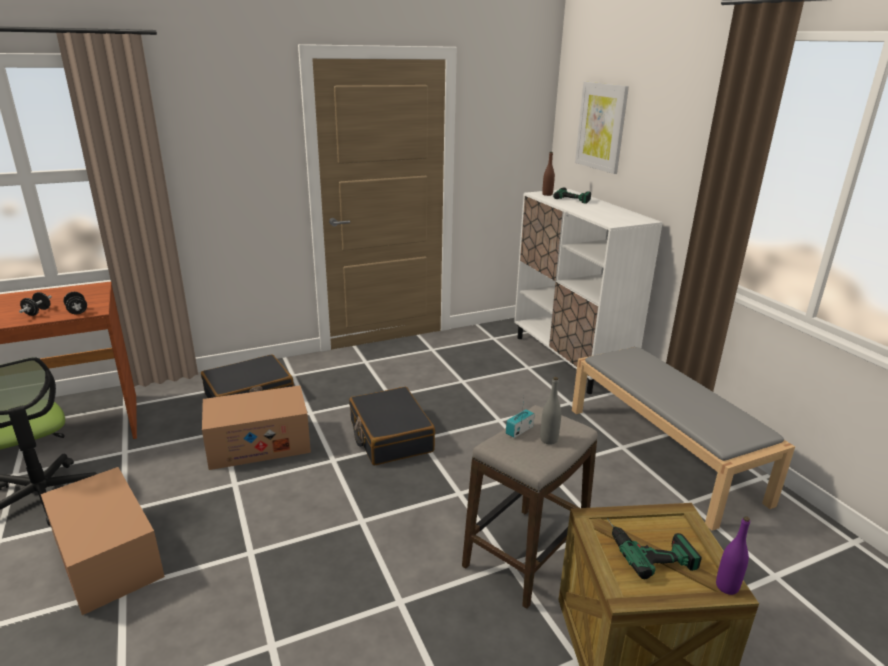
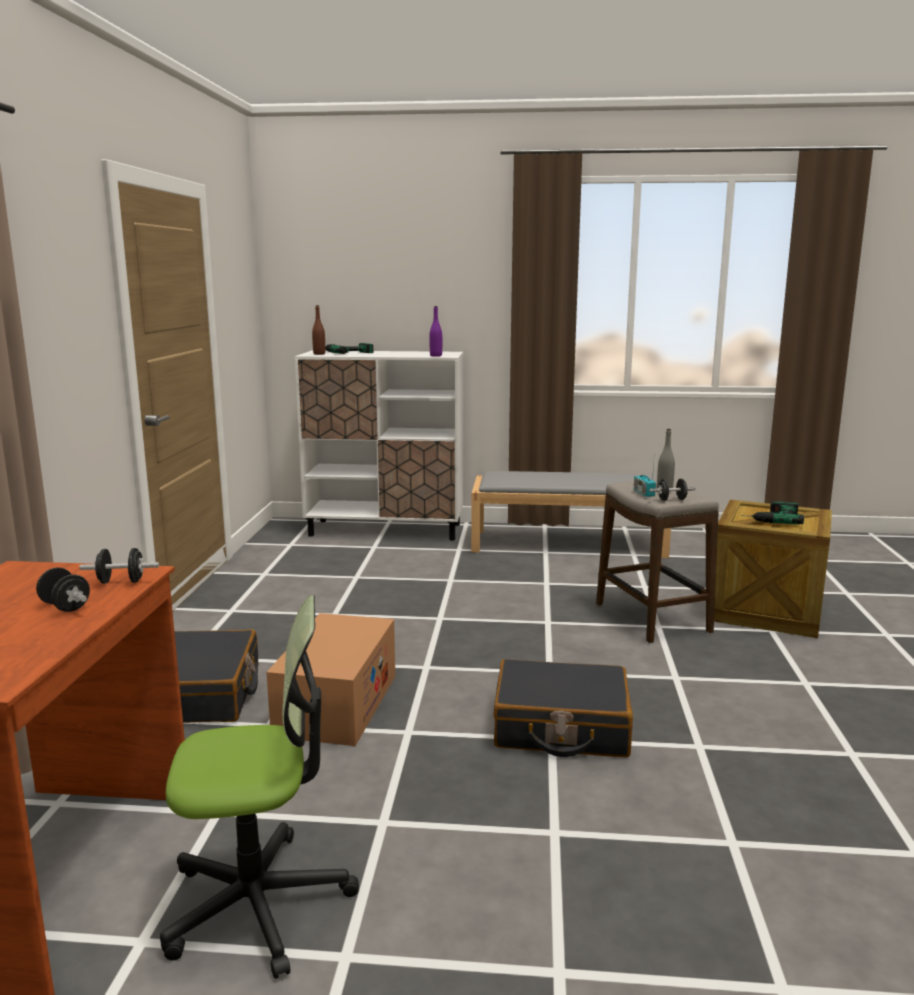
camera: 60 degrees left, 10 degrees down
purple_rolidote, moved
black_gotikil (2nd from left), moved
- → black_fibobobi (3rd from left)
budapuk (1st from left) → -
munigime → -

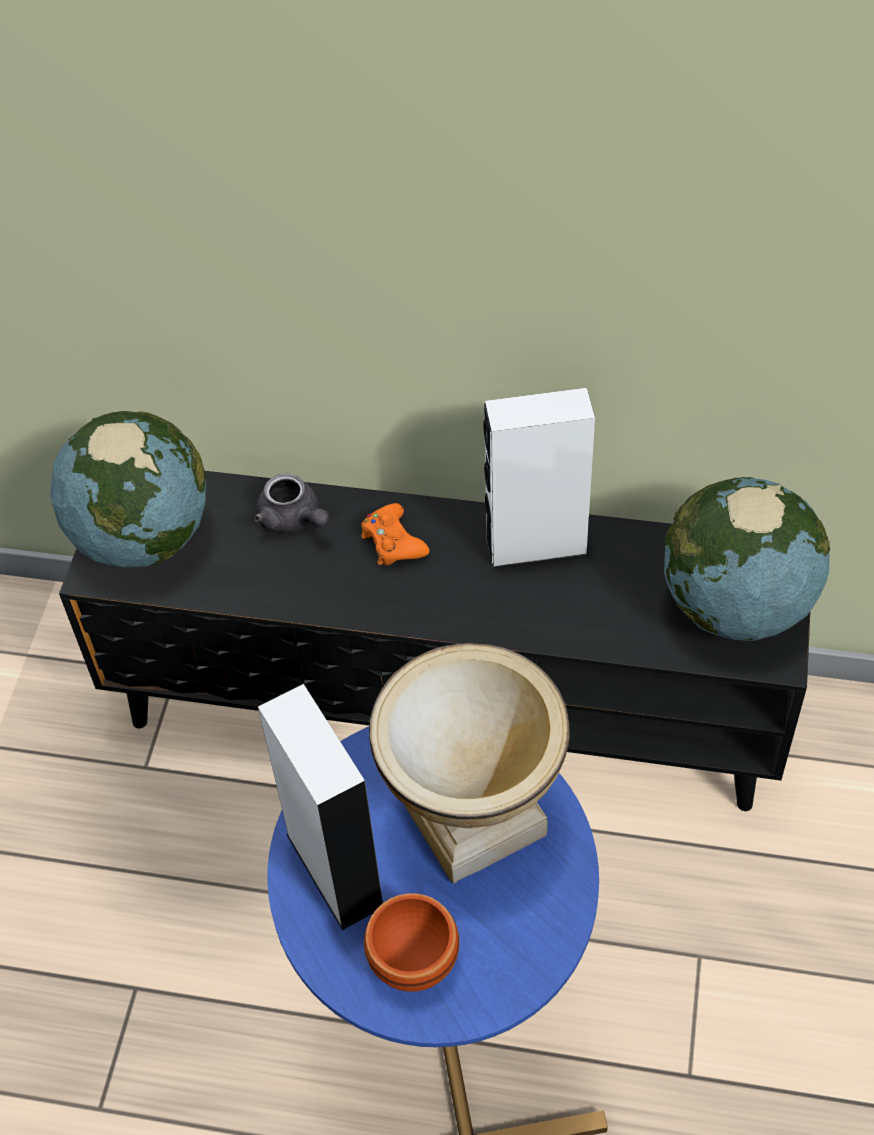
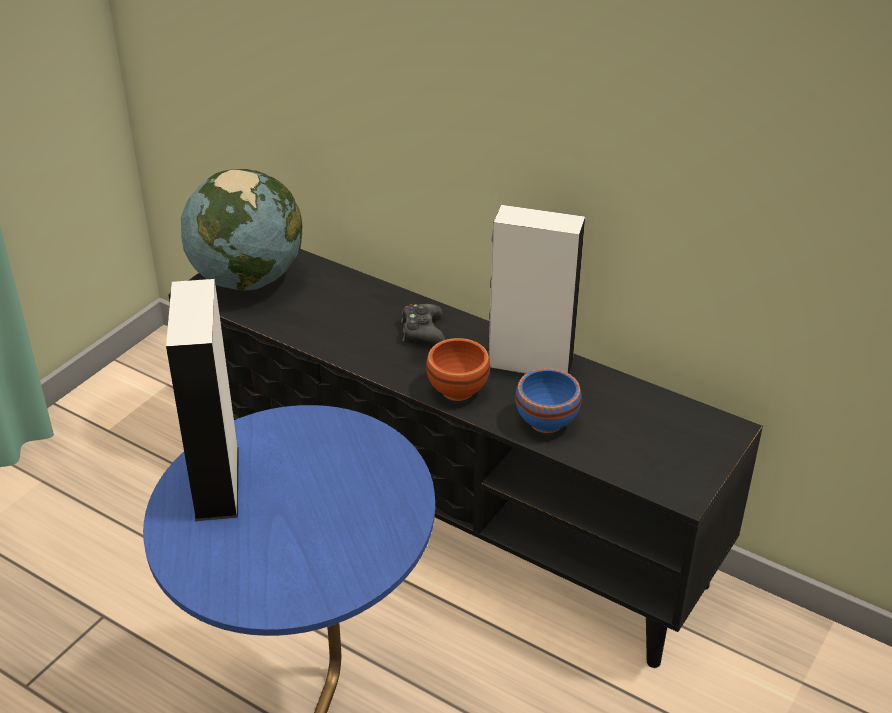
camera: 20 degrees right, 15 degrees down
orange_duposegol → black_duposegol
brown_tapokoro, moved
- → blue_tapokoro
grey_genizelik → -
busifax → -
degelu (2nd from left) → -

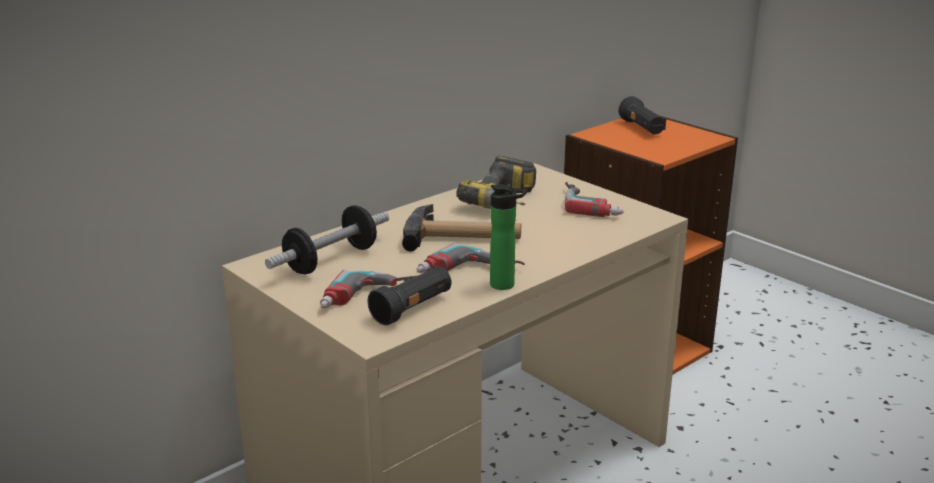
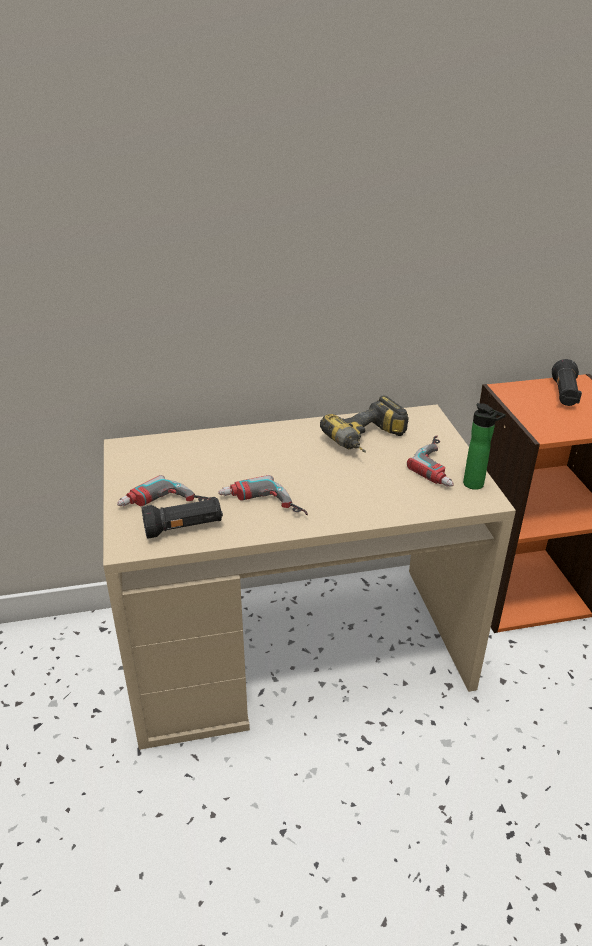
camera: 30 degrees right, 10 degrees up
rolidote, moved
fibobobi → -
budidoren → -

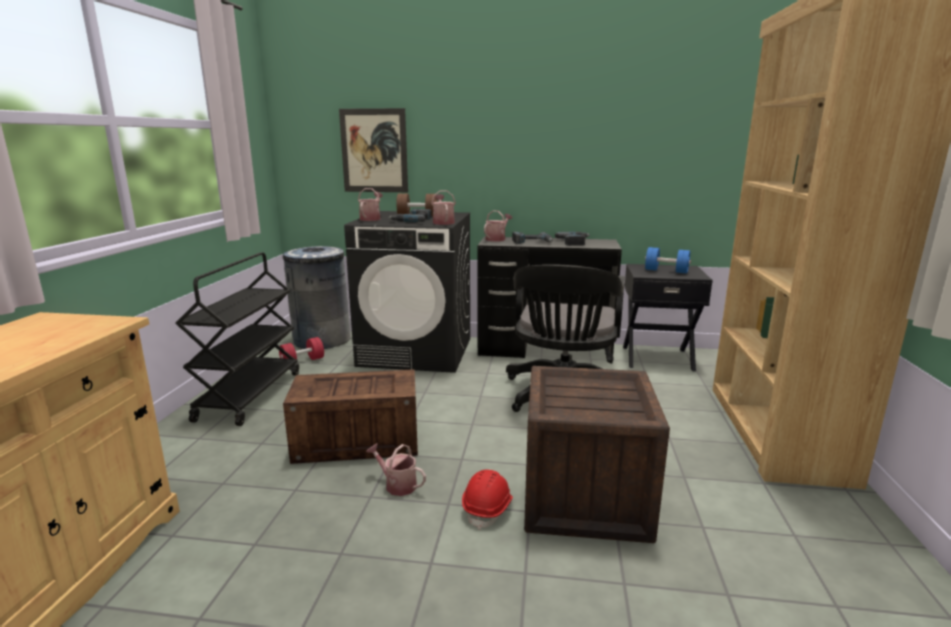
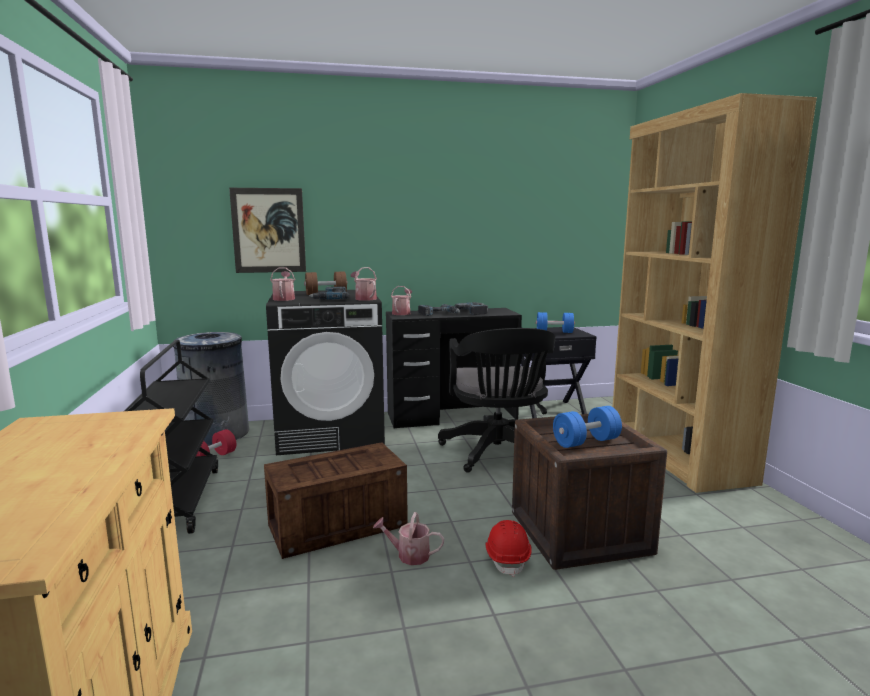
camera: 20 degrees left, 5 degrees down
- → blue_fibobobi (2nd from left)

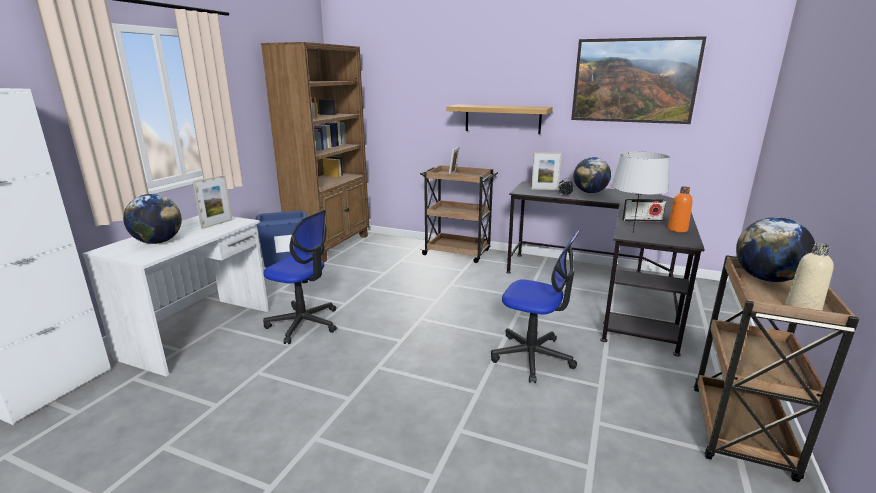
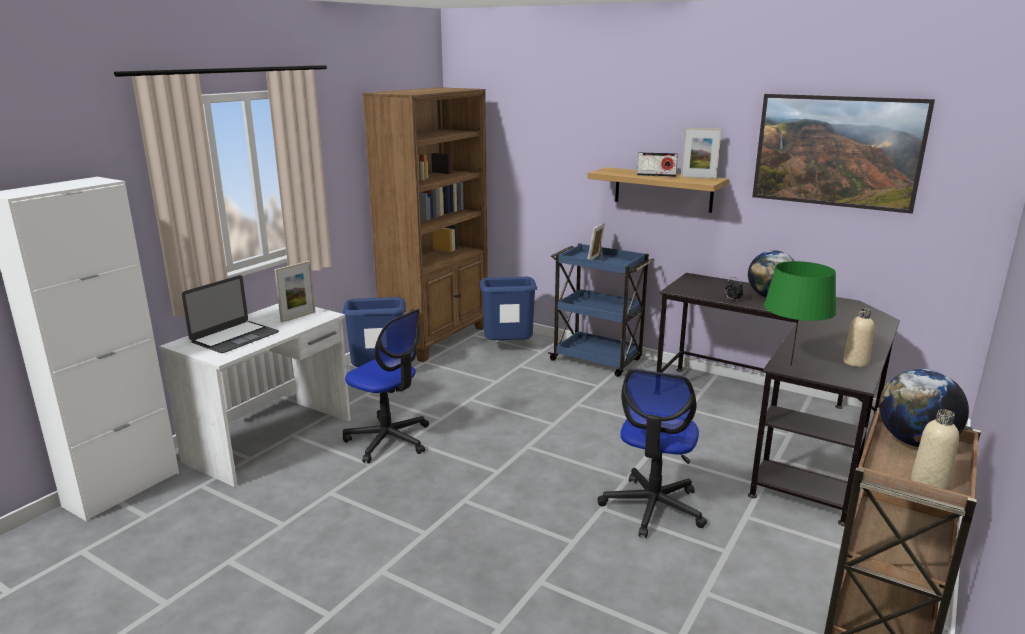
camera: 10 degrees right, 0 degrees up
degelu (1st from left) → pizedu
- → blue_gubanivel (2nd from left)
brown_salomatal (1st from left) → blue_salomatal
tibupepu (2nd from left), 75 degrees clockwise
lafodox, moved
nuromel (3rd from left), moved
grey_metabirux → green_metabirux
orange_rolidote → beige_rolidote (1st from left)

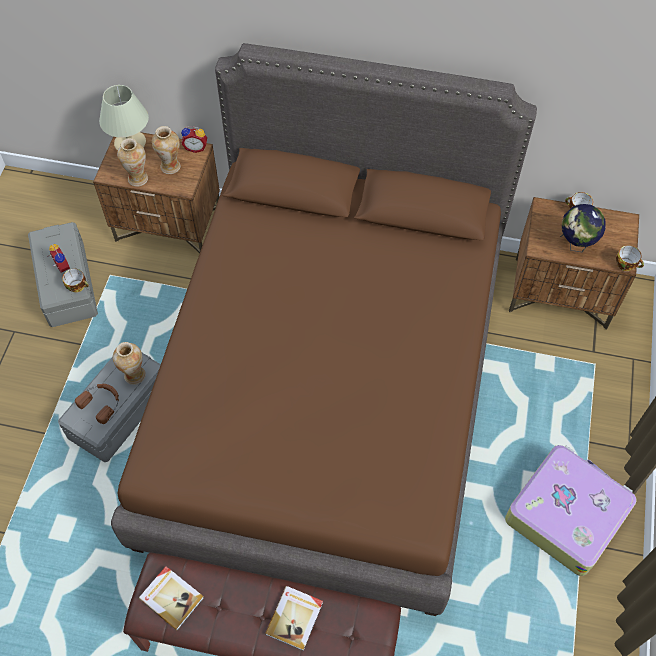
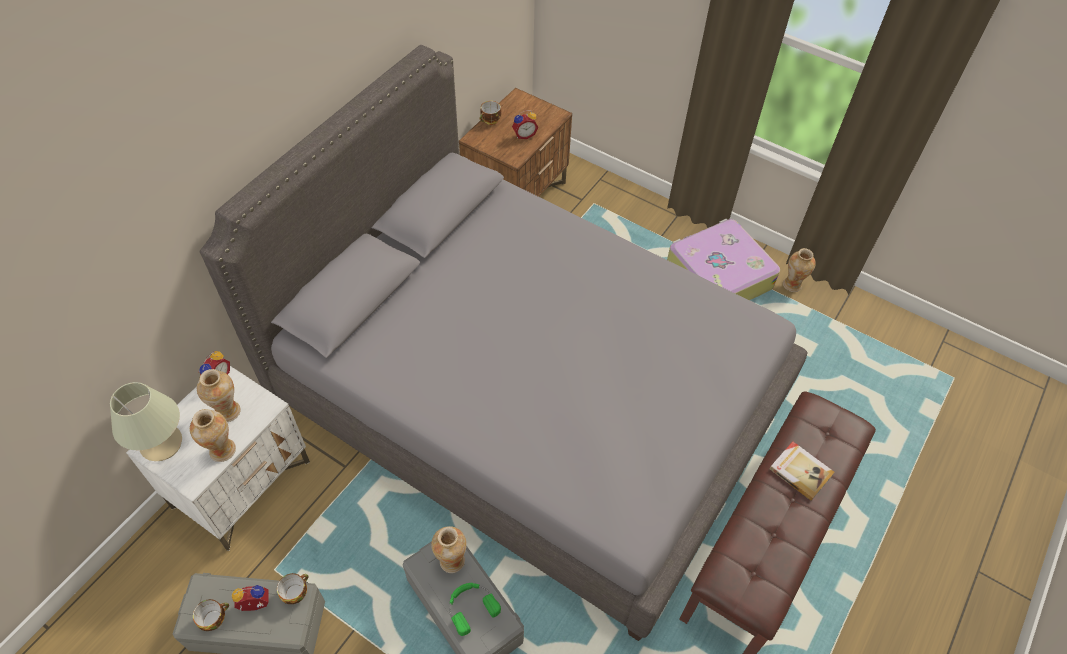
camera: 70 degrees left, 5 degrees down
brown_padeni (1st from left) → white_padeni
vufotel (3rd from left in the first image) → vufotel (1st from left), moved
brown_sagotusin → grey_sagotusin
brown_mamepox → green_mamepox
degelu → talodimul (3rd from left)
- → busifax (4th from left)
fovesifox (1st from left) → -

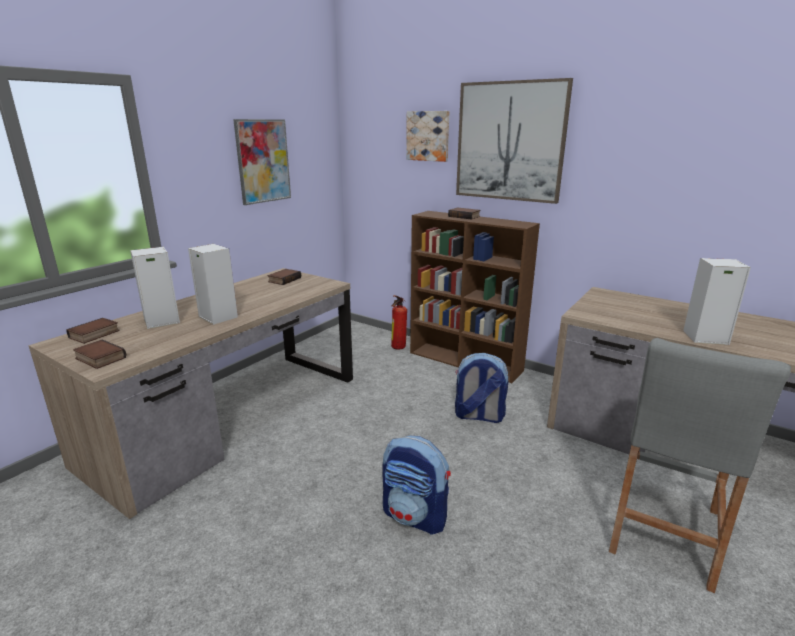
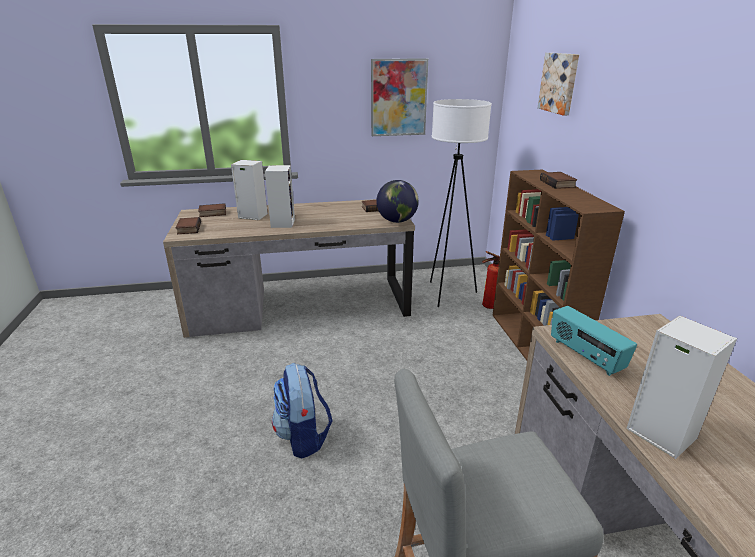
camera: 45 degrees right, 5 degrees up
- → degelu
- → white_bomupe
- → lafodox
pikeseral (2nd from left) → -
munigime (3rd from left) → -

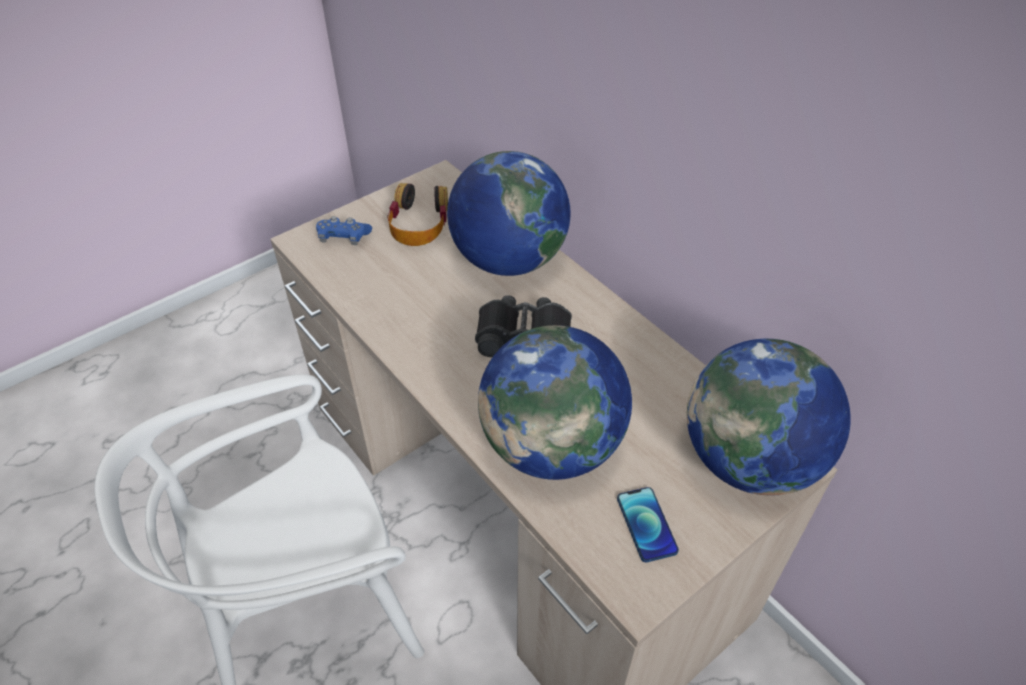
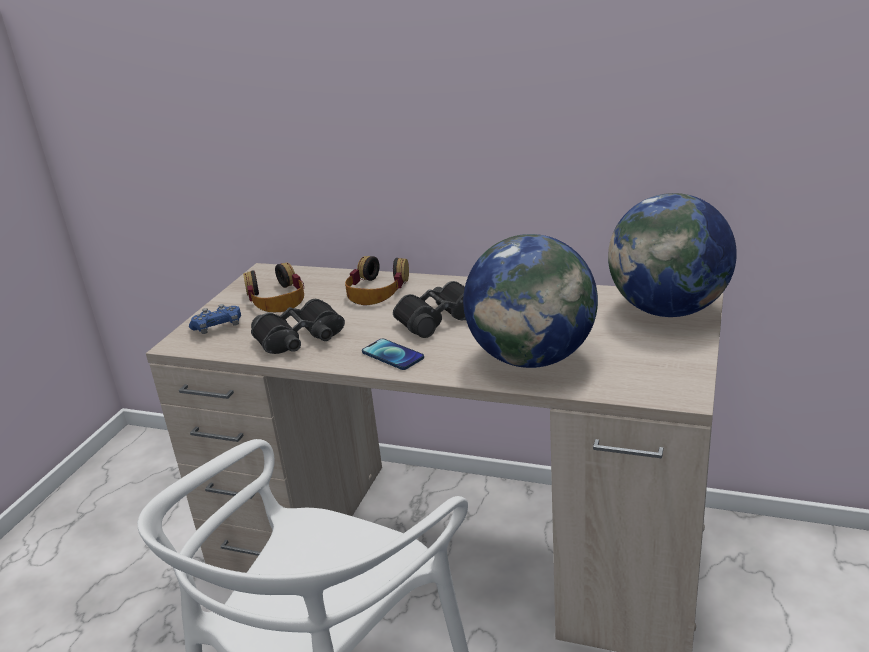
camera: 30 degrees left, 20 degrees down
- → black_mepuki (1st from left)
degelu (1st from left) → mamepox (2nd from left)
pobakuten, moved

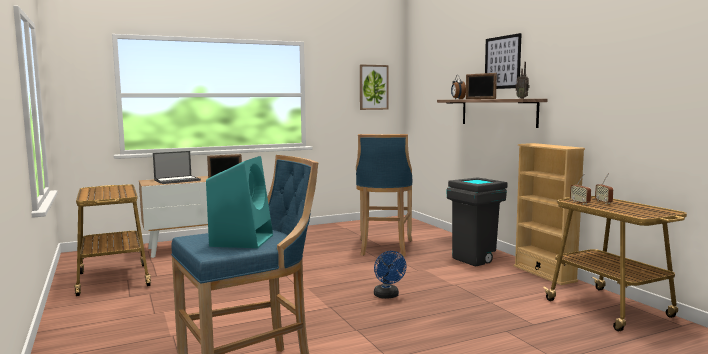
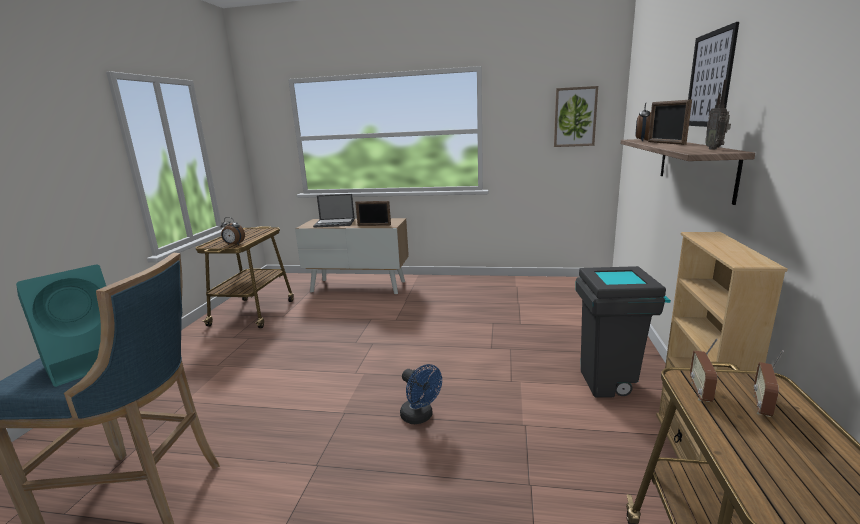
camera: 35 degrees right, 10 degrees up
- → talodimul (1st from left)
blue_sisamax, 60 degrees counterclockwise
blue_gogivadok (2nd from left) → -

